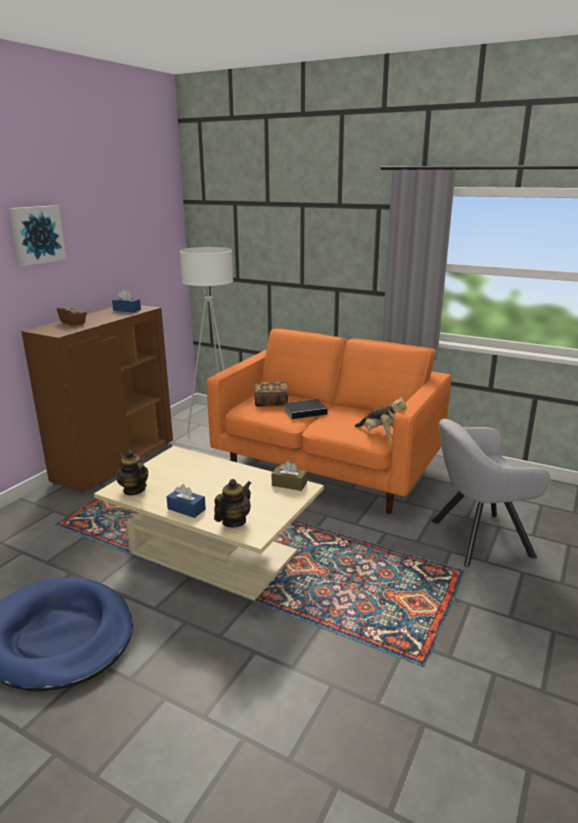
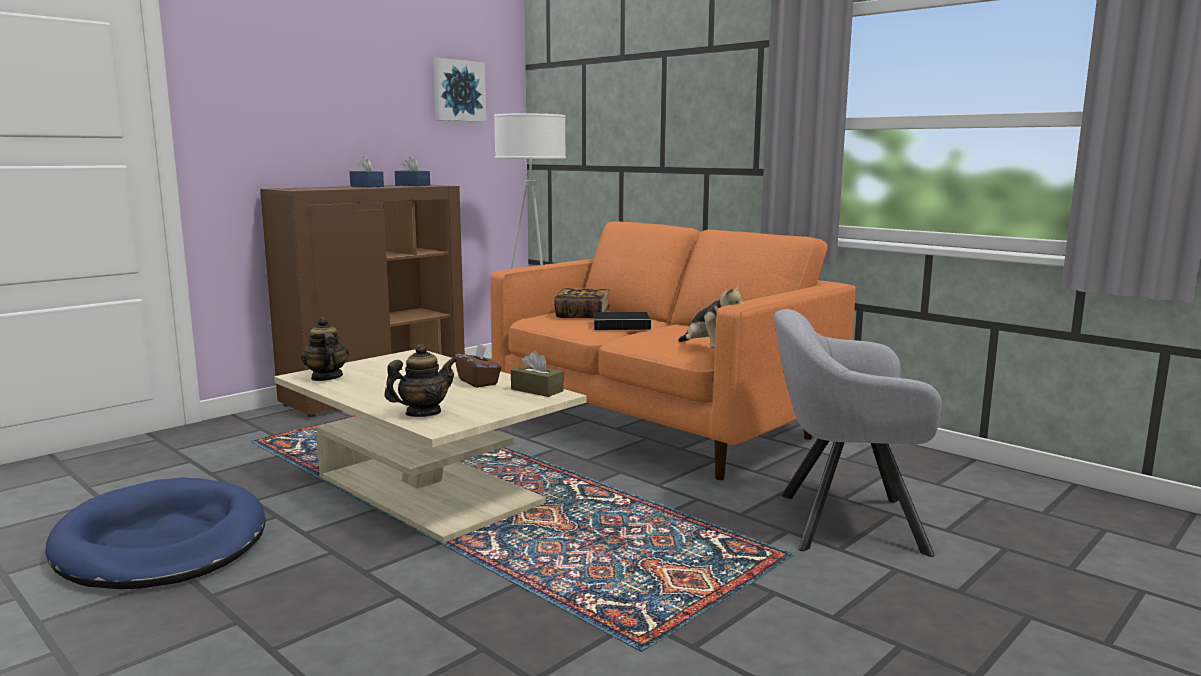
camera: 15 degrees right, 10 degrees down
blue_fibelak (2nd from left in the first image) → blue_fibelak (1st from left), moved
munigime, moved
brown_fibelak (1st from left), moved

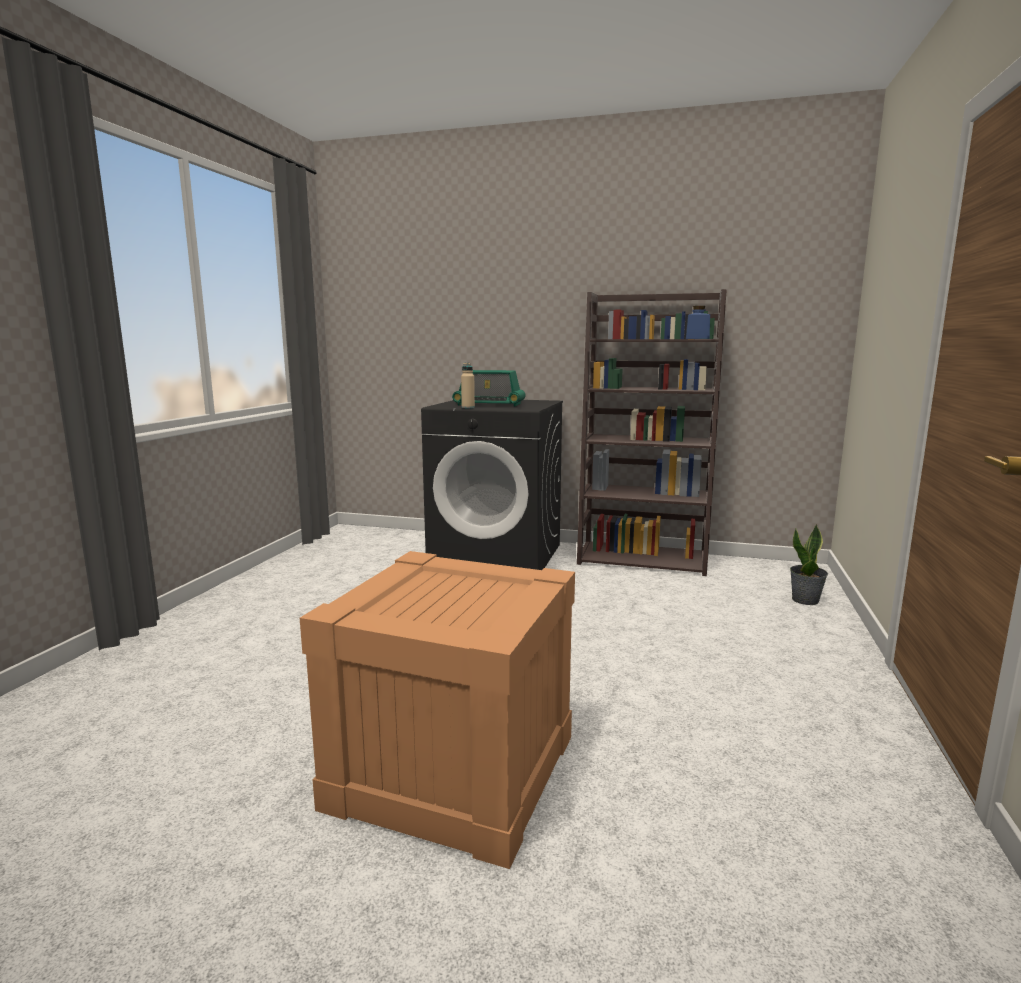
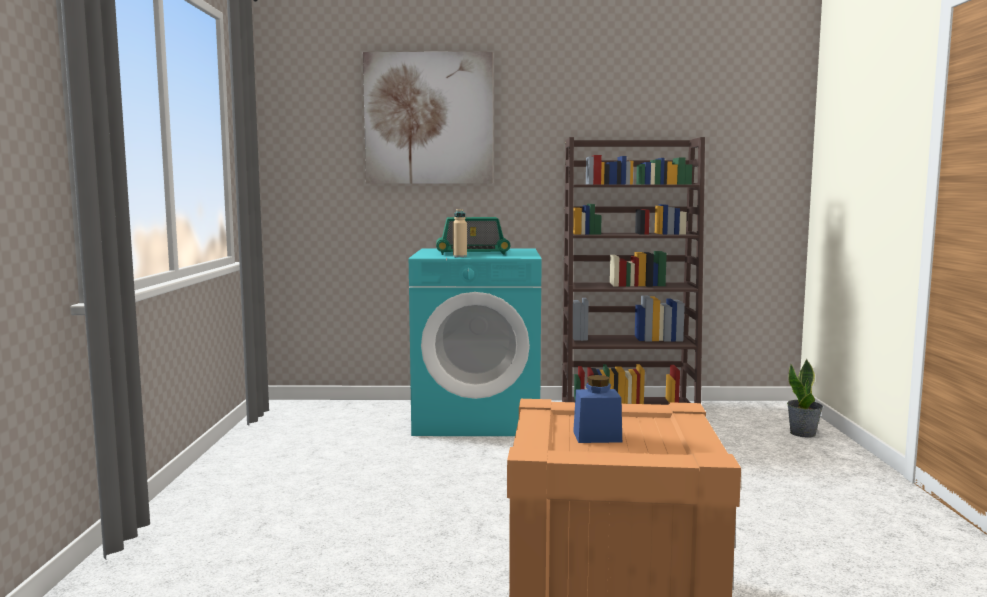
camera: 15 degrees left, 5 degrees down
- → munigime
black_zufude → turquoise_zufude
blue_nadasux, moved

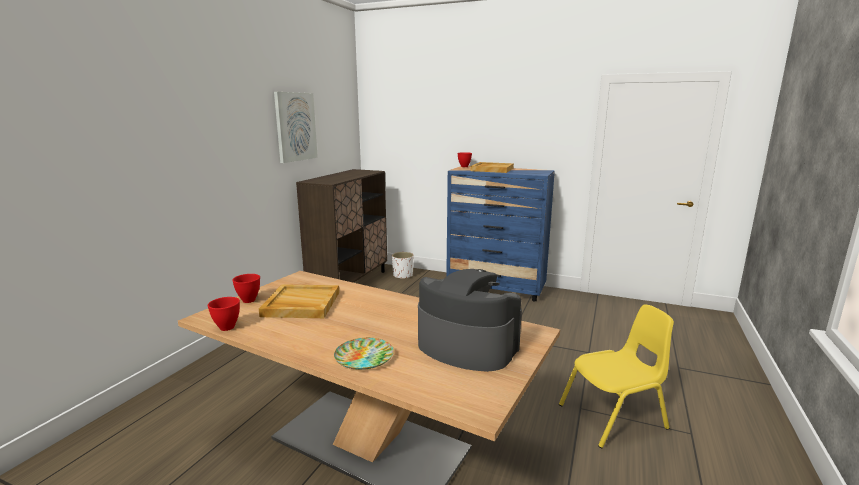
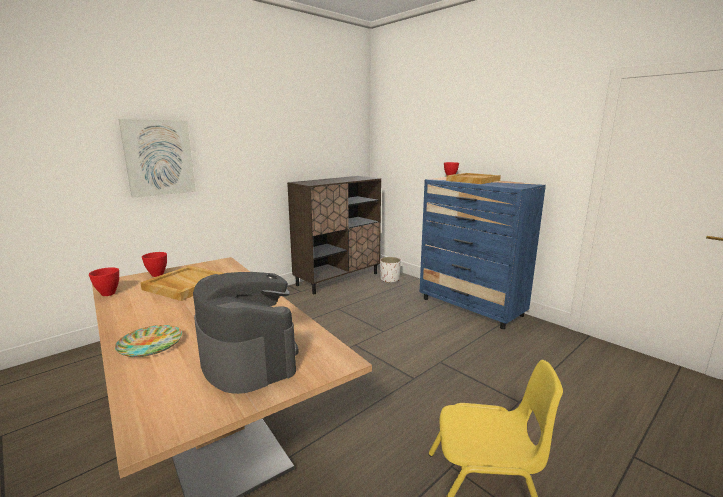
camera: 25 degrees right, 0 degrees up
munigime, moved

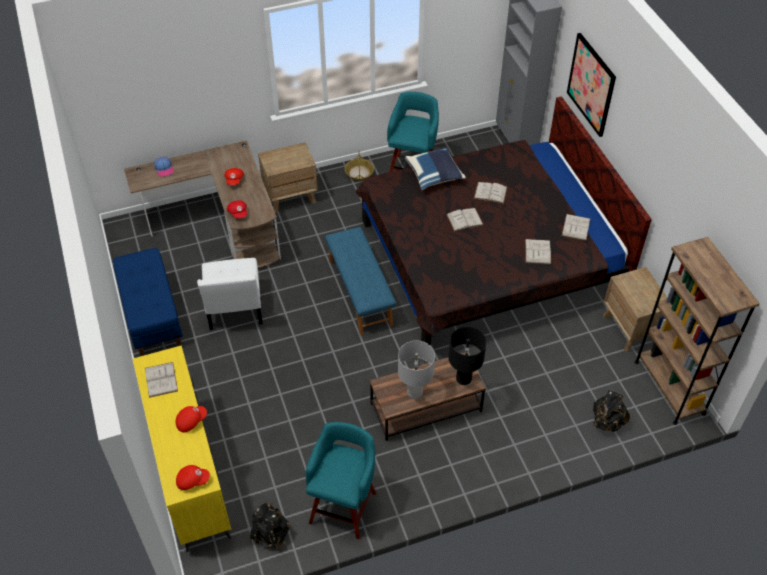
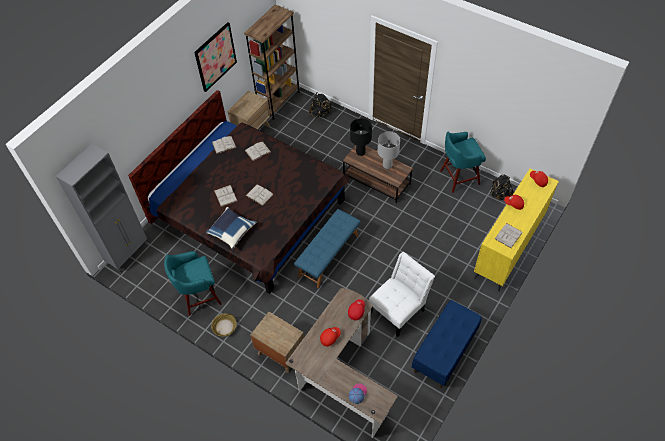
camera: 125 degrees left, 5 degrees up
munigime, moved

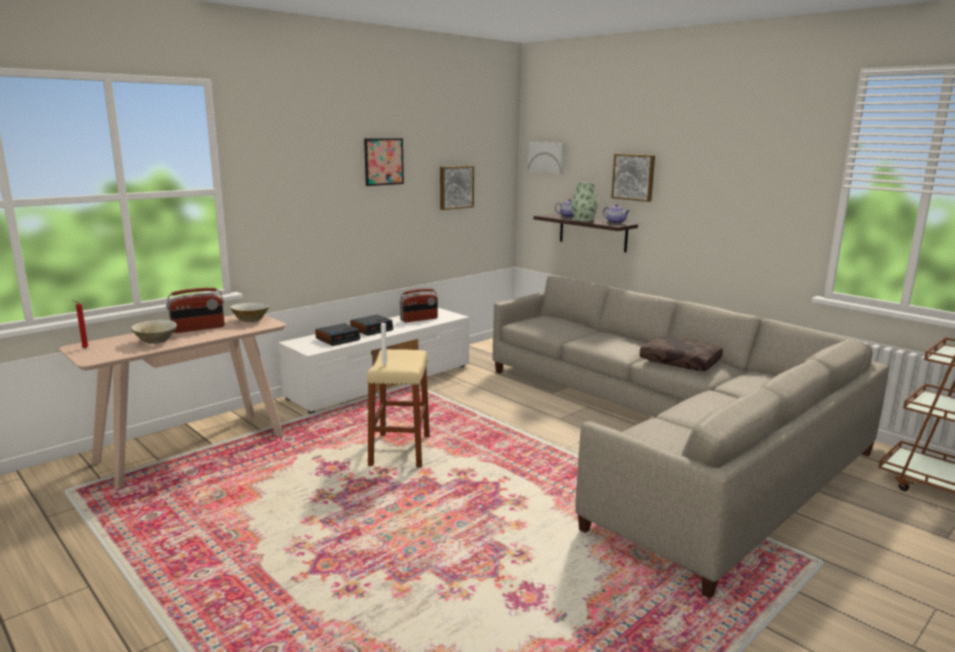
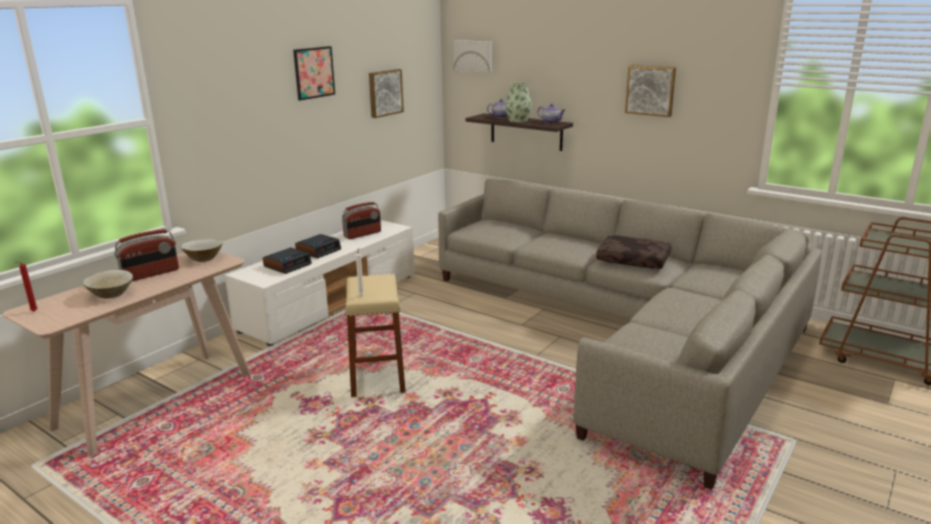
camera: 10 degrees left, 5 degrees up
munigime (4th from left), moved

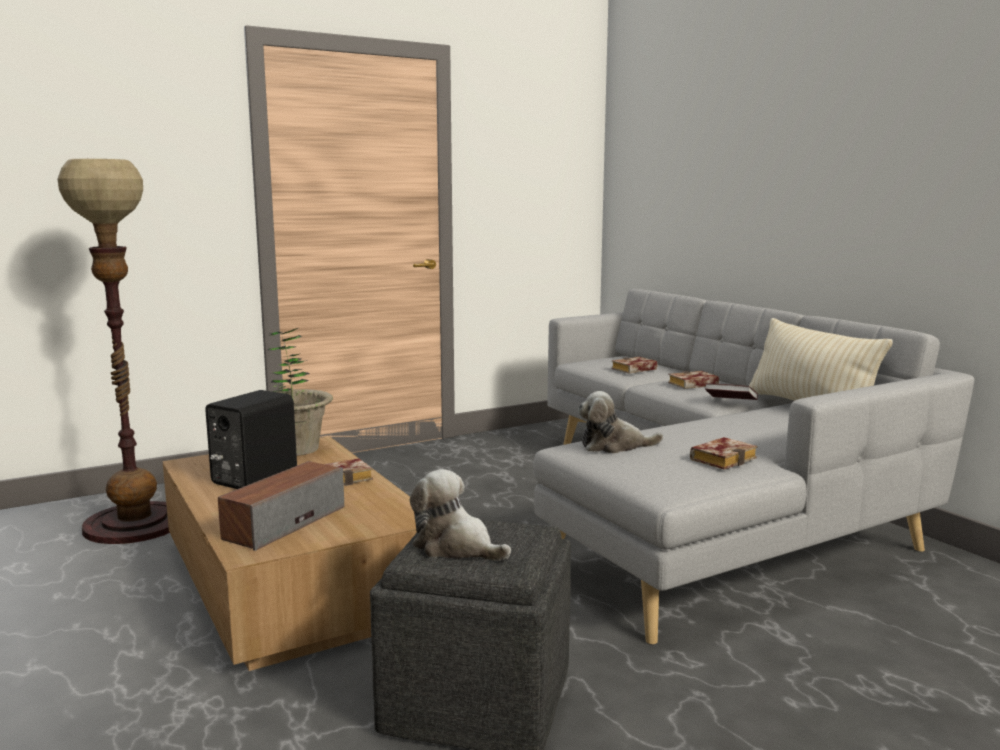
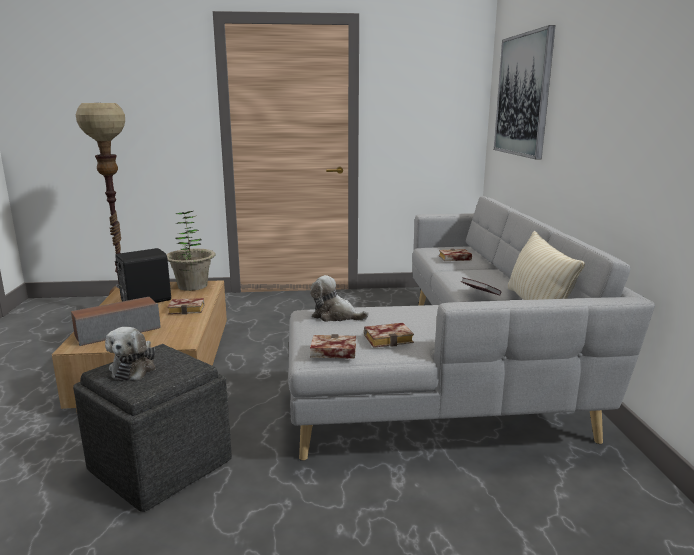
camera: 25 degrees right, 5 degrees up
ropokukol (1st from left), 150 degrees counterclockwise
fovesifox (3rd from left in the first image) → fovesifox (2nd from left), moved
- → munigime

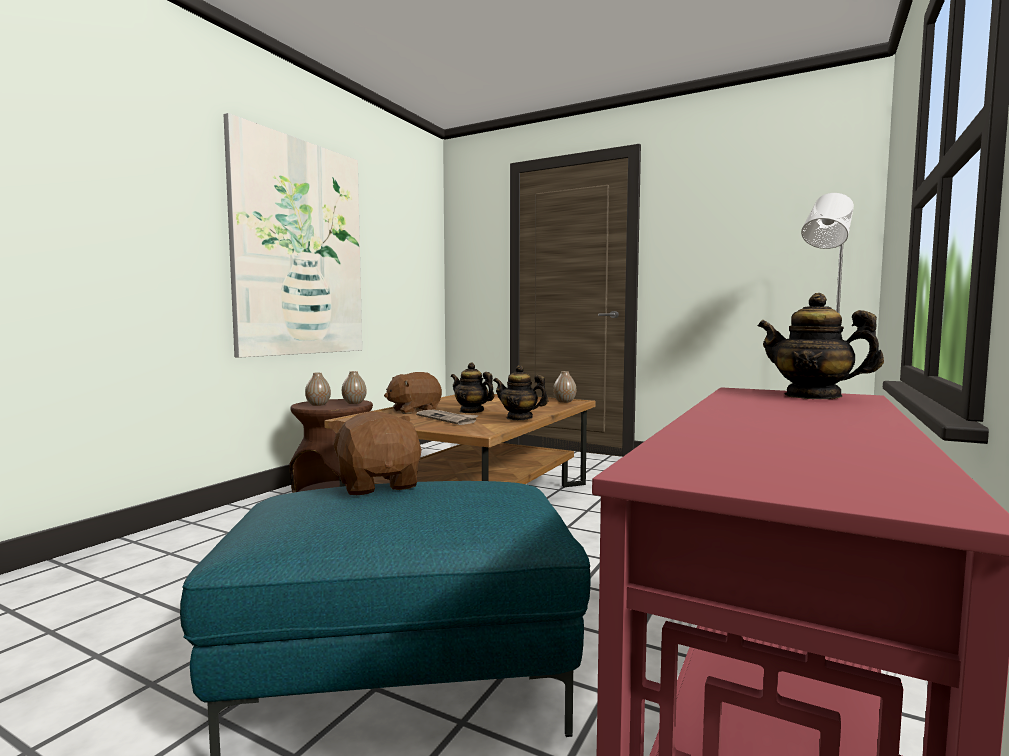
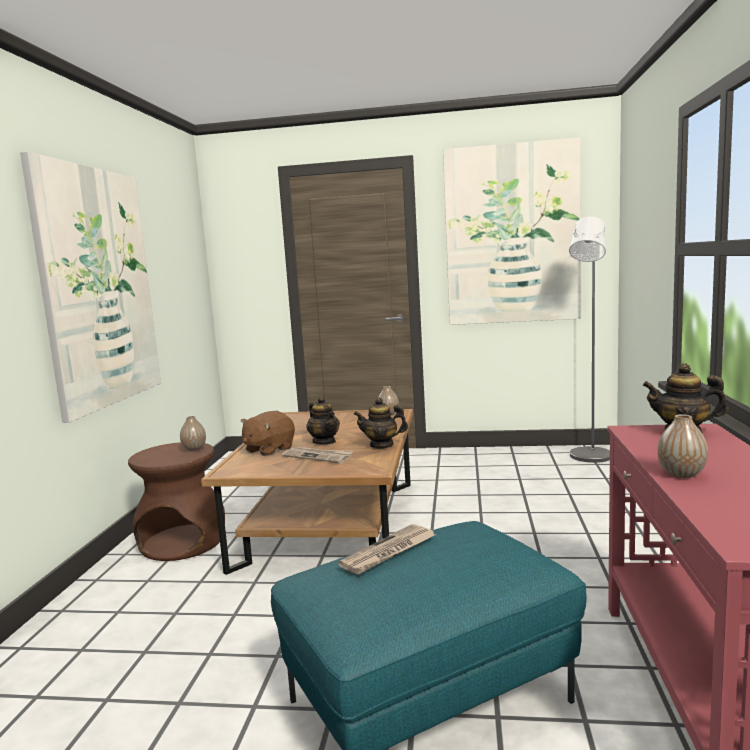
camera: 20 degrees left, 5 degrees up
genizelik (1st from left), 135 degrees counterclockwise
brown_ropokukol (1st from left) → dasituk (2nd from left)
- → munigime (2nd from left)
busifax (1st from left in the first image) → busifax (3rd from left), moved

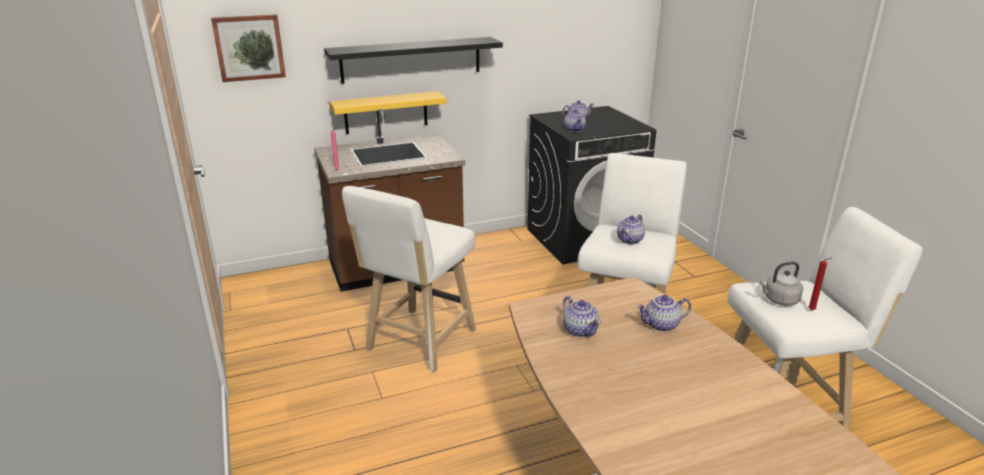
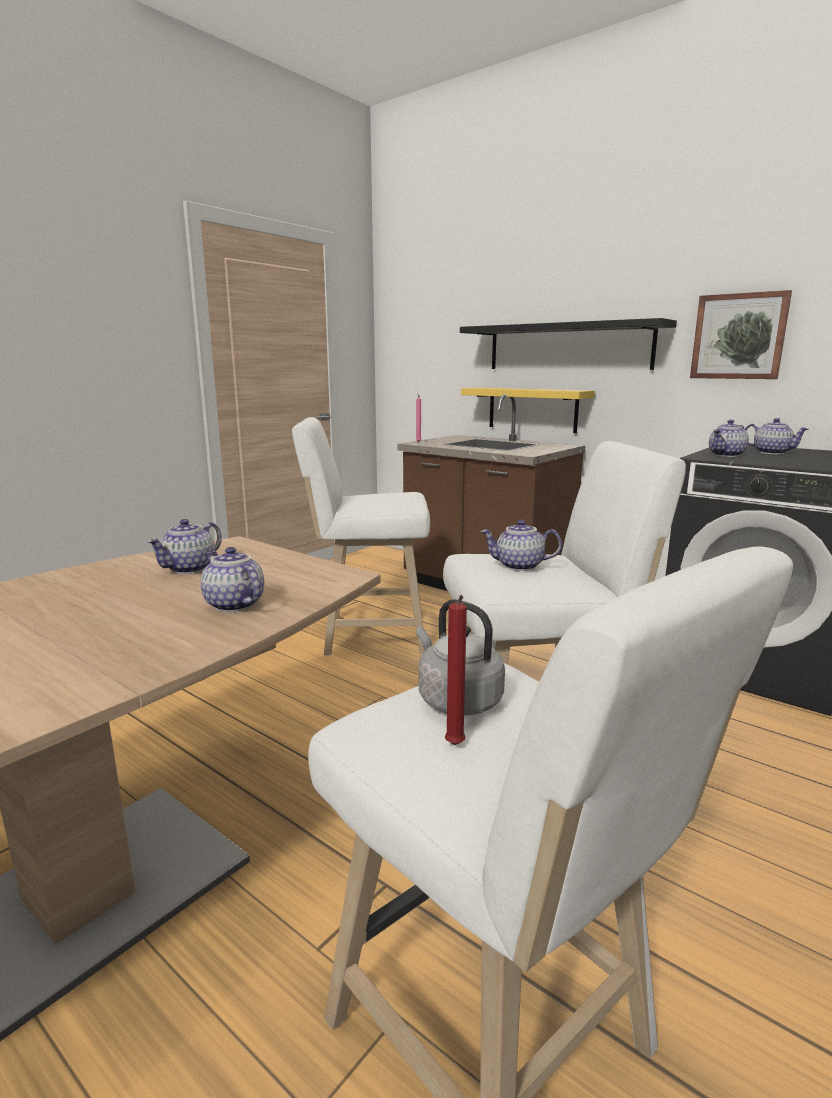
camera: 60 degrees right, 10 degrees down
munigime, moved

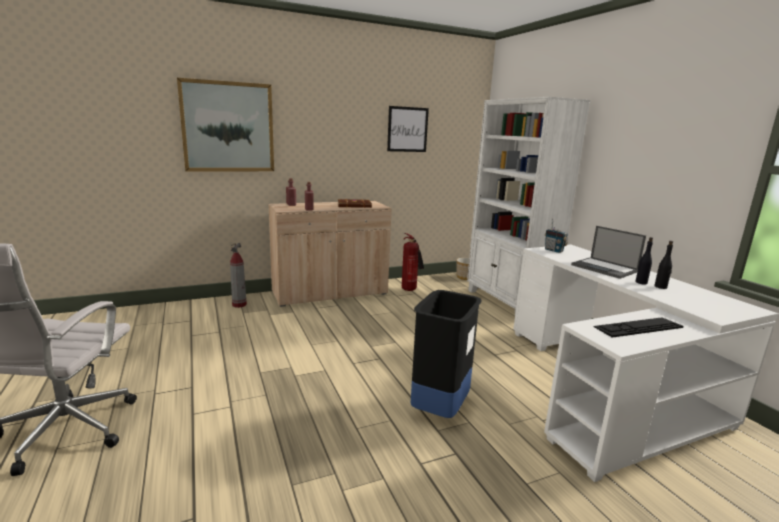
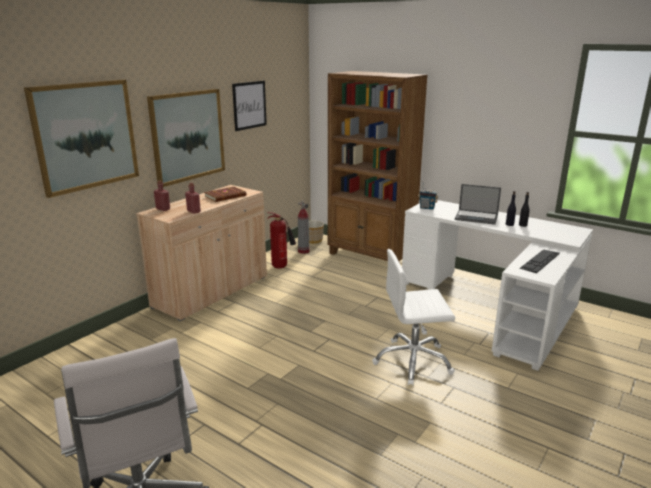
camera: 30 degrees left, 5 degrees up
- → munigime (2nd from left)
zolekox (1st from left in the first image) → zolekox (2nd from left), moved
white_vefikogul → brown_vefikogul
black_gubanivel → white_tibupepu (2nd from left)

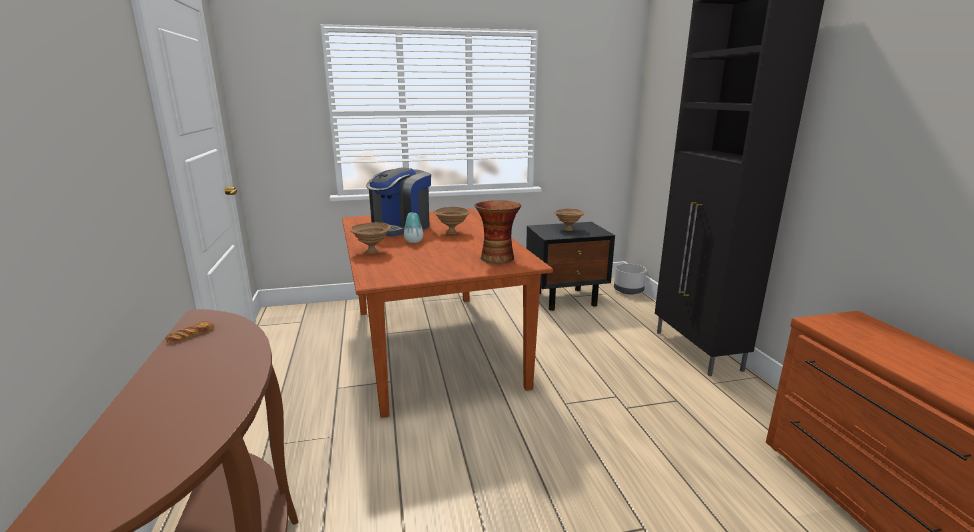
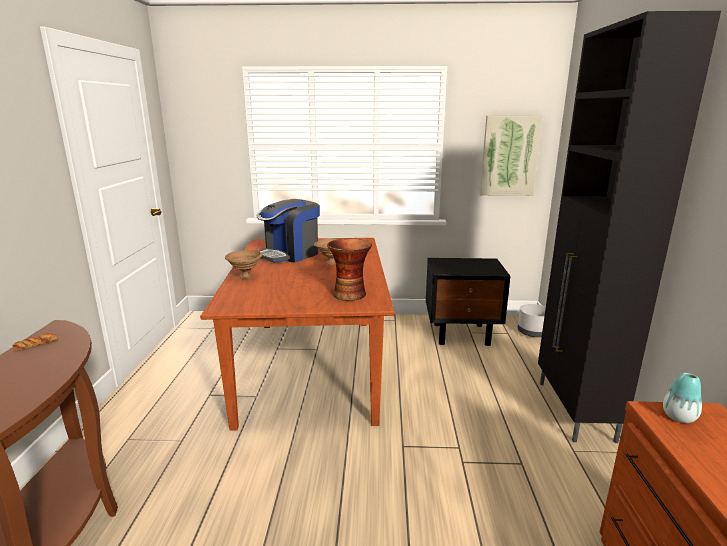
camera: 15 degrees right, 0 degrees up
- → munigime
busifax (1st from left in the first image) → busifax (2nd from left), moved
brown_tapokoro (3rd from left) → -

